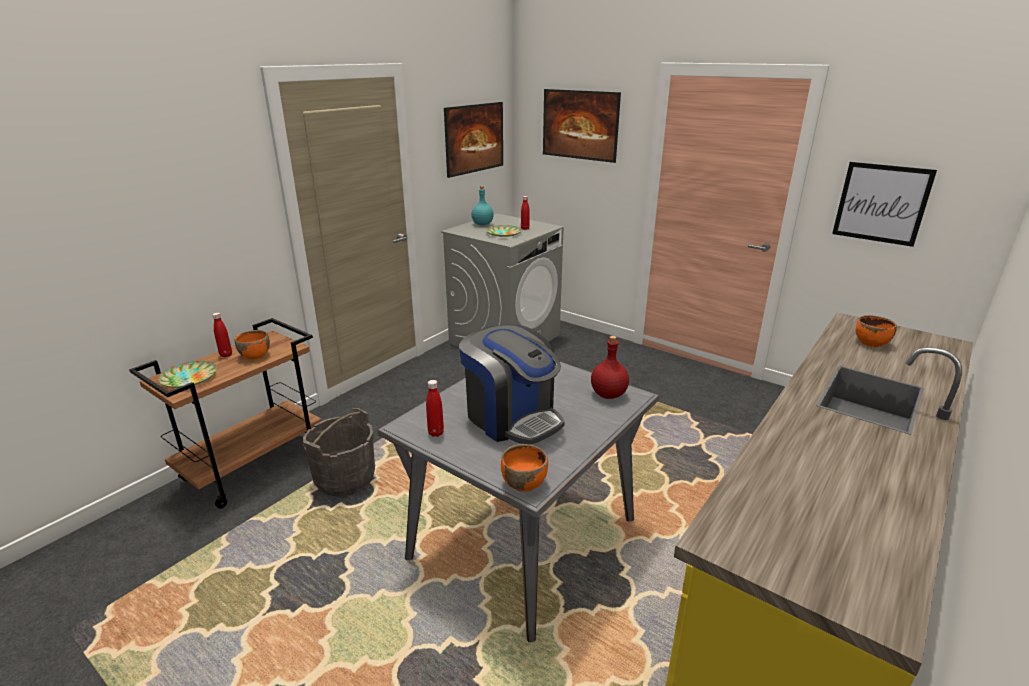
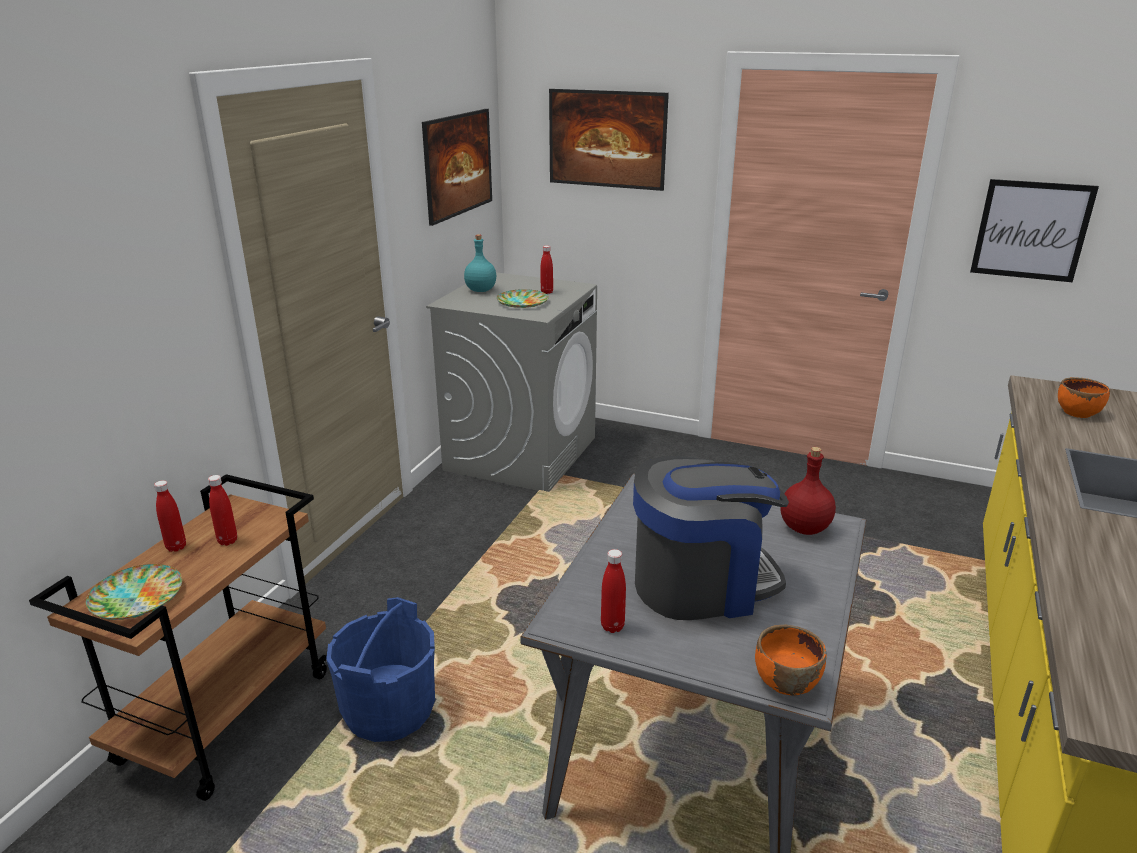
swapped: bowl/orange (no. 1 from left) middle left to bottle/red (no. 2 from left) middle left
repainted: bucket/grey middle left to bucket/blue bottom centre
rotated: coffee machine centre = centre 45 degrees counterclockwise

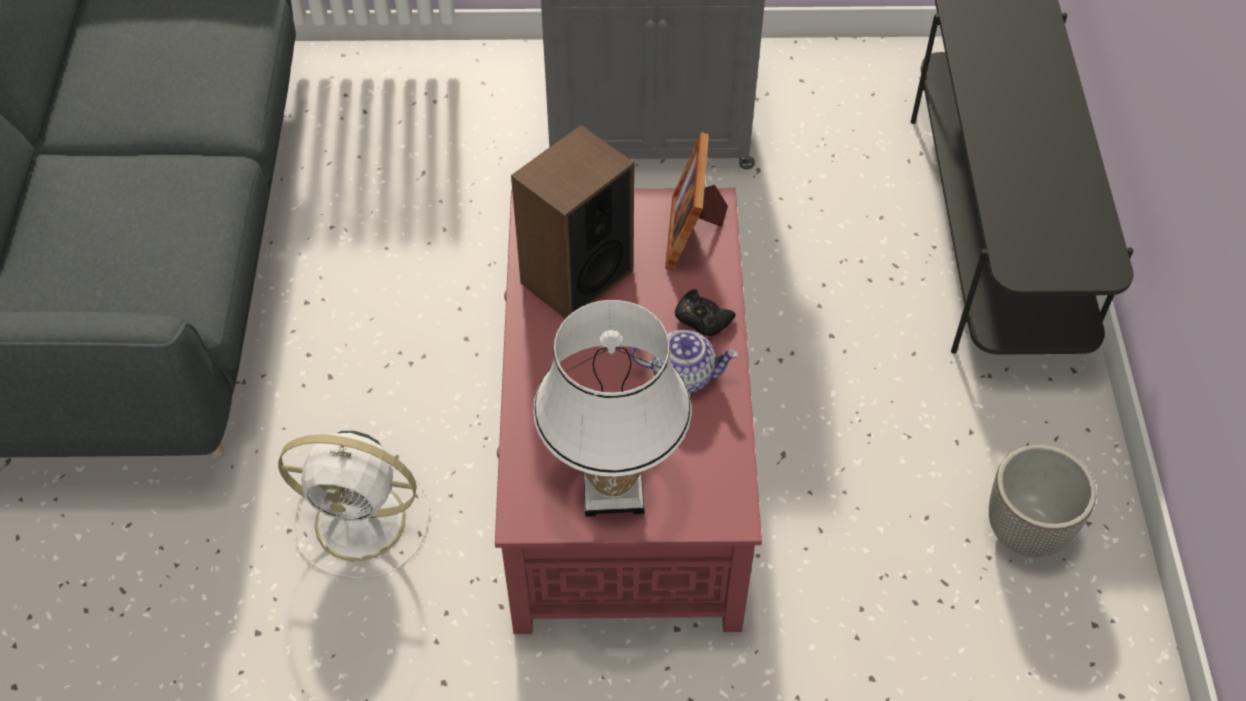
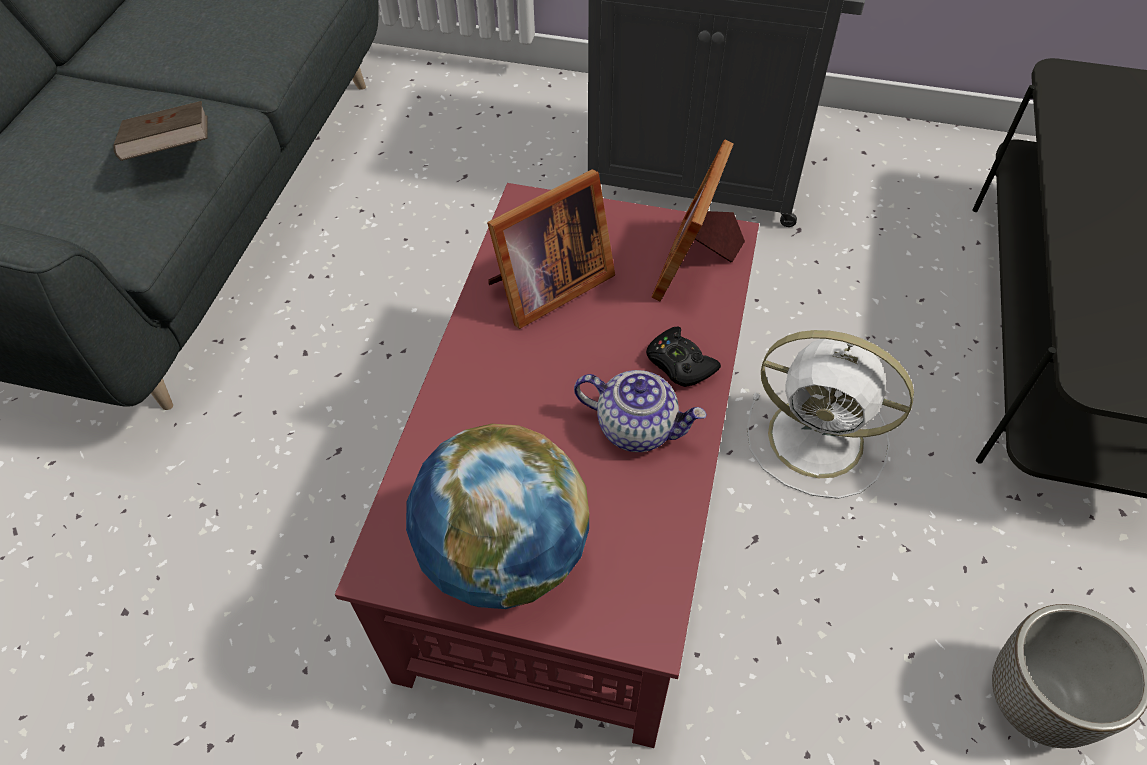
new: book/brown top left
shifted: fan/white bottom left to middle right
swapped: speaker top centre to picture frame (no. 1 from left) top centre; table lamp/white centre to globe bottom centre

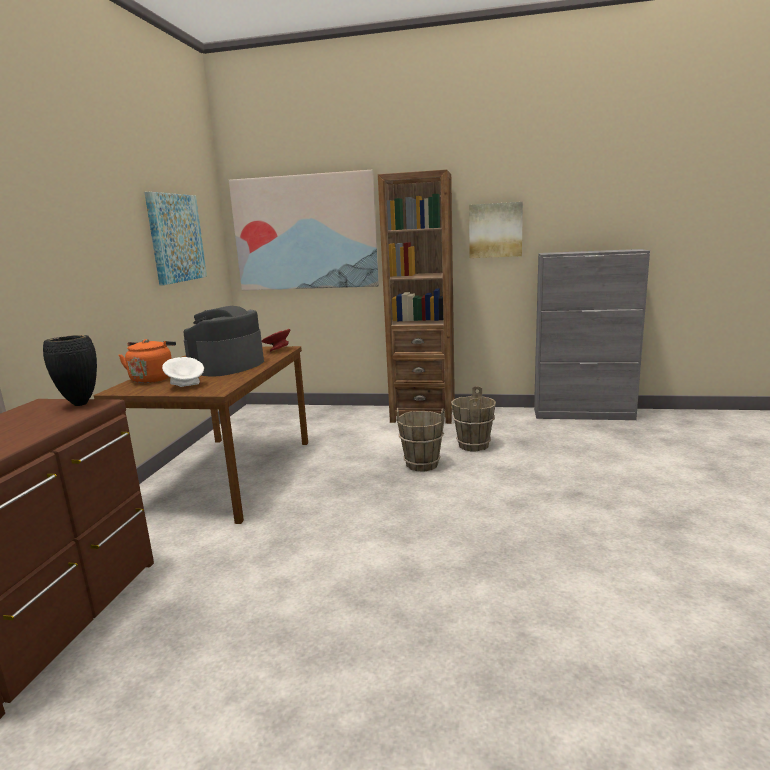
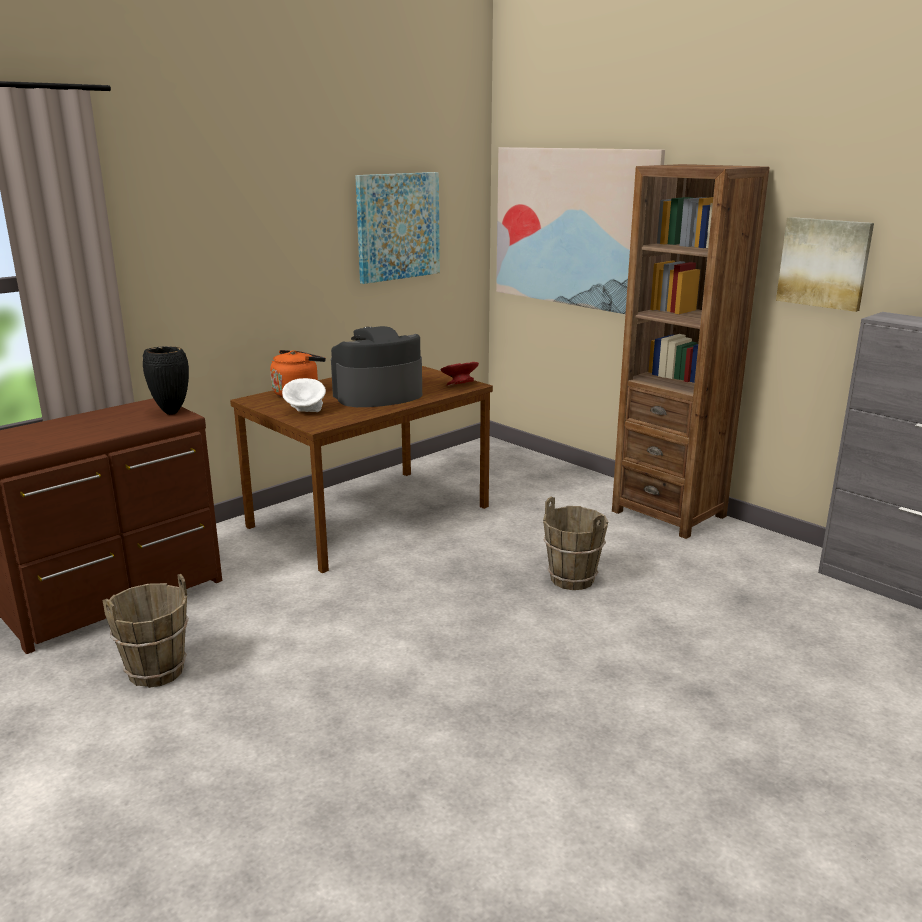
shifted: bucket/brown (no. 2 from left in the first image) centre to bucket/brown (no. 1 from left) bottom left

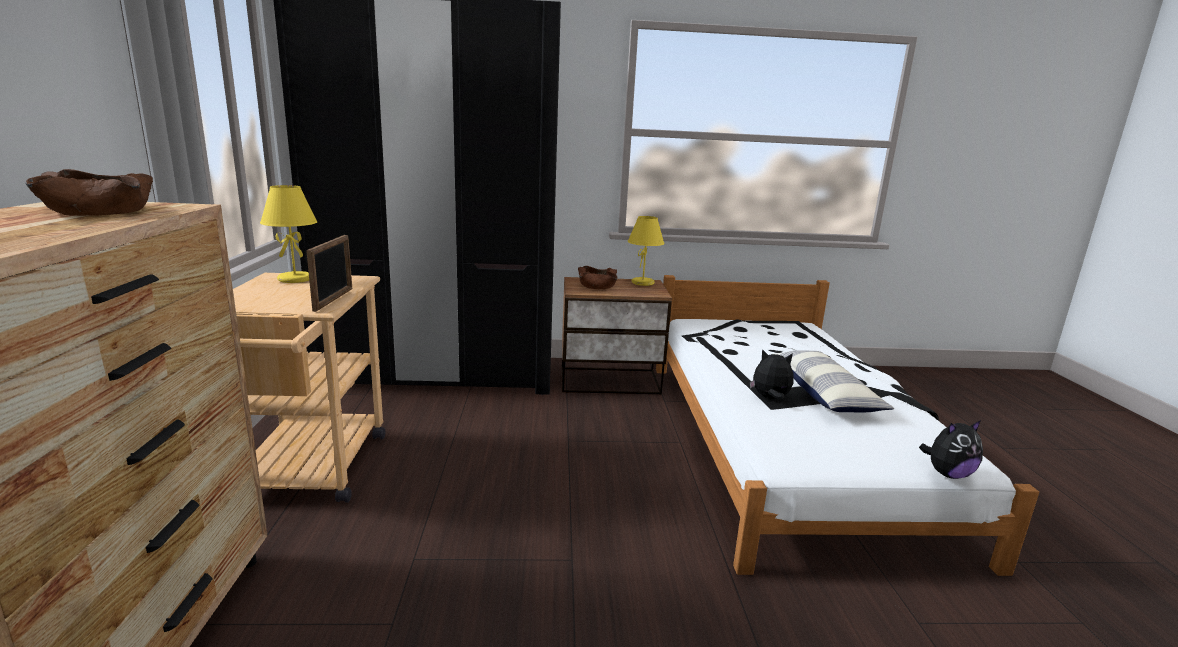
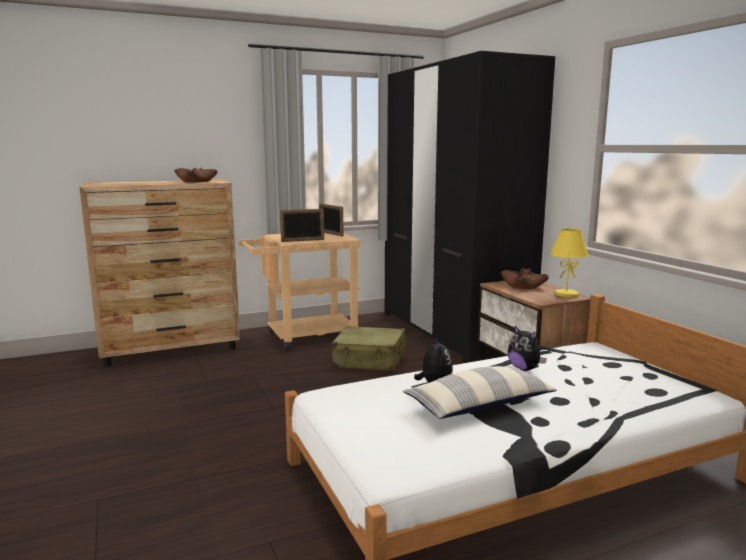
new: suitcase/beige centre
shifted: plush toy (no. 2 from left) bottom right to middle right
swapped: table lamp/yellow (no. 1 from left) middle left to picture frame (no. 2 from left) centre

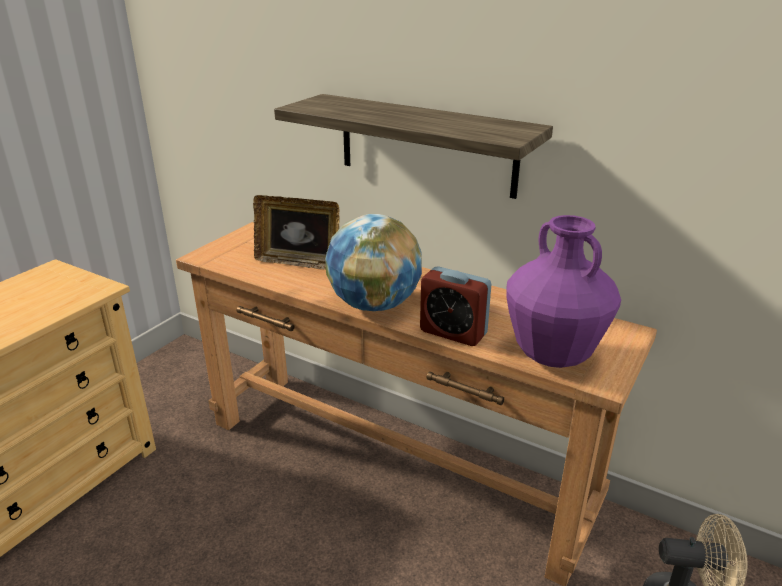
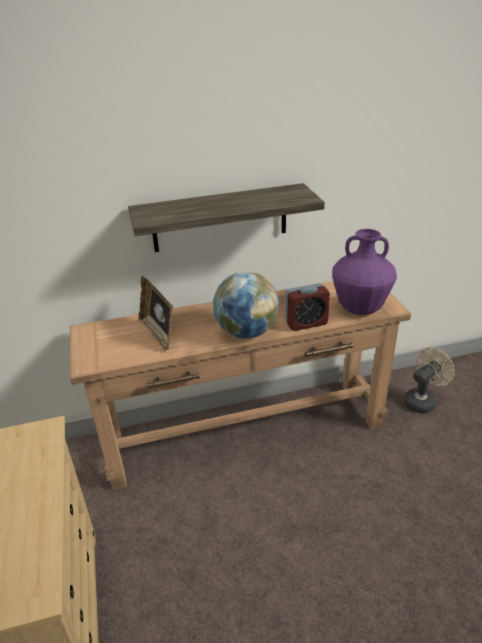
rotated: picture frame centre = middle left 90 degrees clockwise

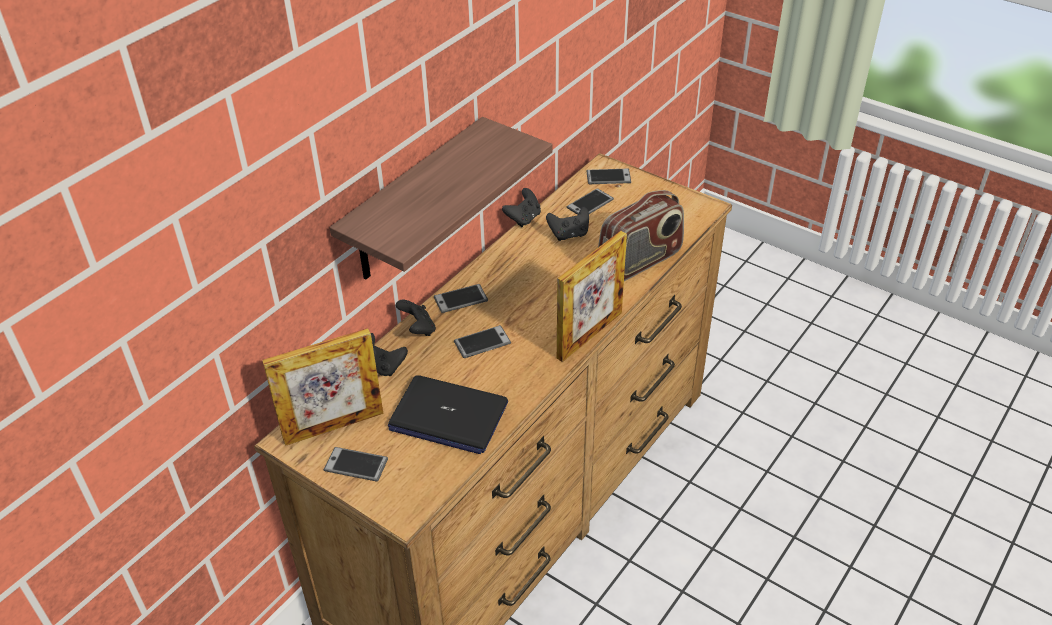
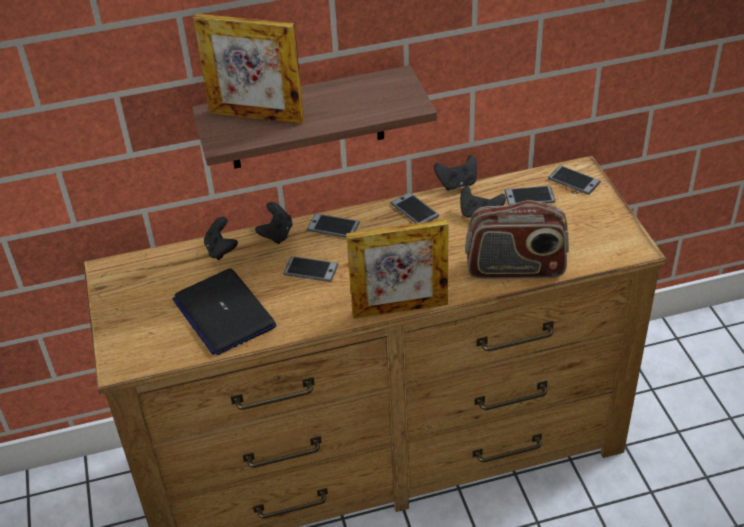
shifted: picture frame (no. 1 from left) middle left to top centre; phone (no. 1 from left in the first image) bottom centre to phone (no. 3 from left) centre

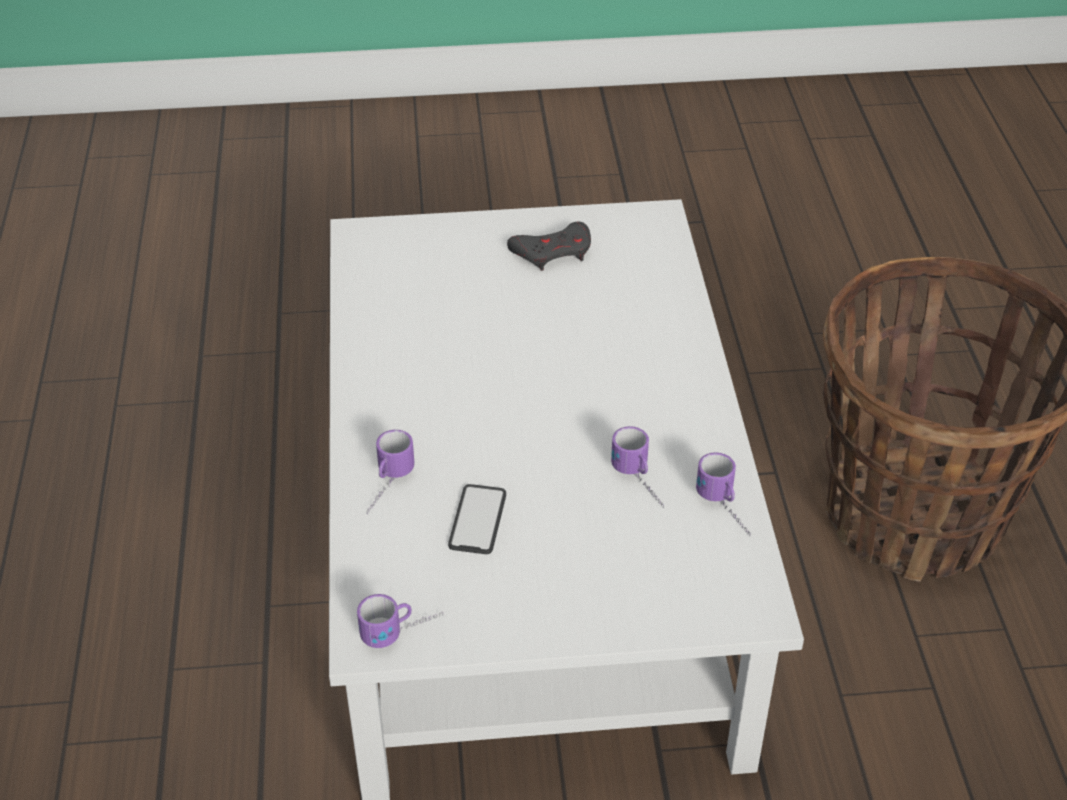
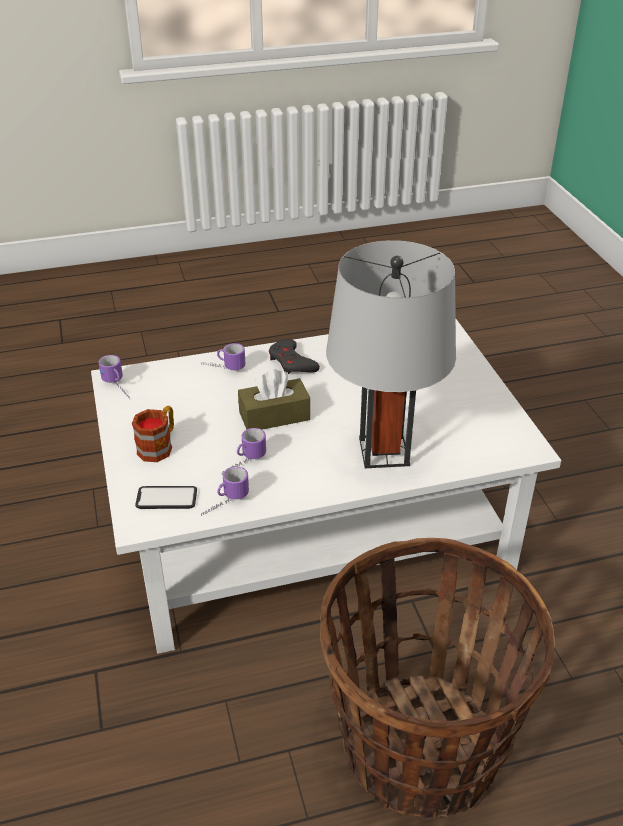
new: mug (no. 2 from left) middle left; tissue box/brown centre; table lamp/grey centre
shifted: phone centre to middle left; game controller/grey top centre to centre

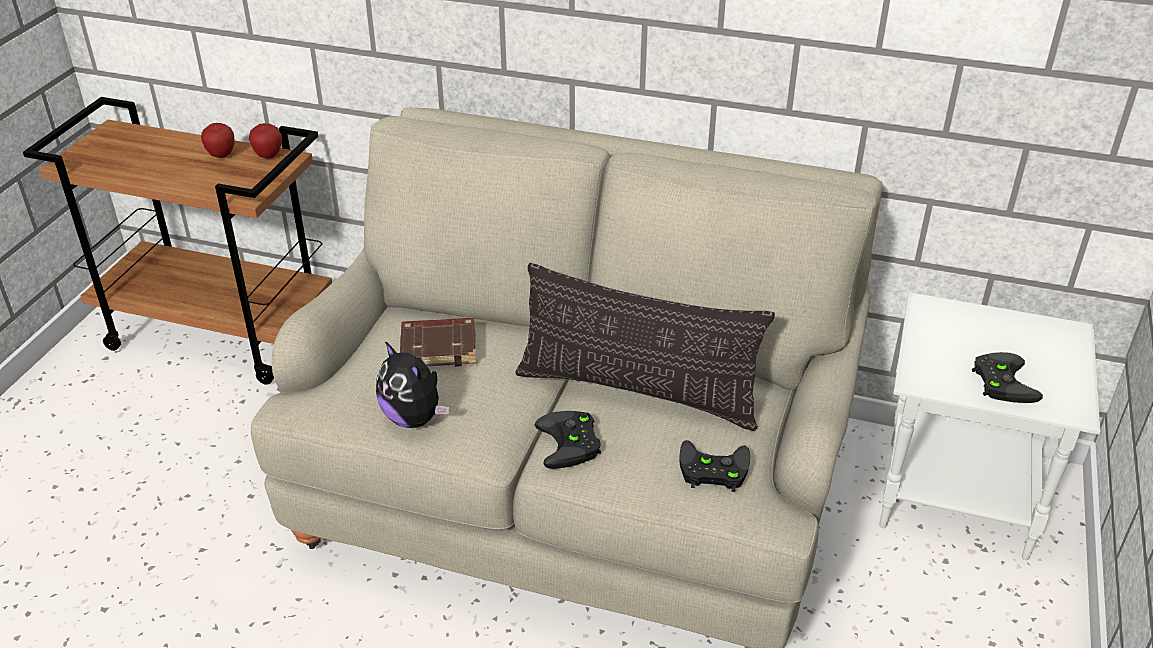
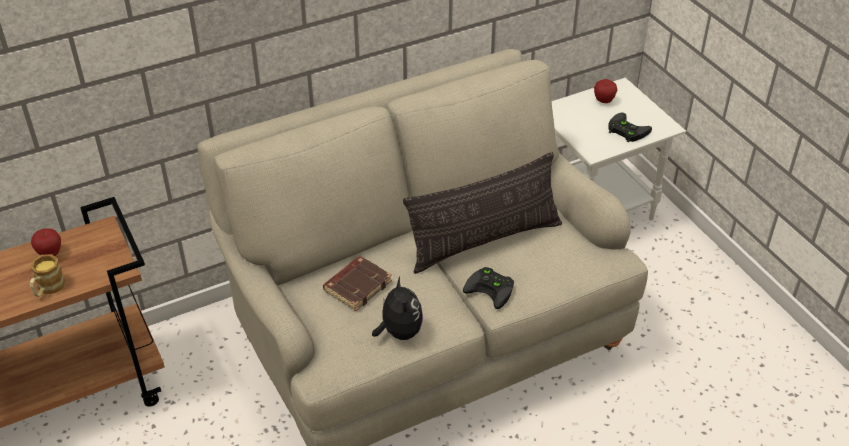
gone: game controller/black (no. 2 from left) bottom centre
new: mug middle left
shifted: apple (no. 2 from left) top left to top right
rotated: plush toy centre = bottom centre 105 degrees counterclockwise

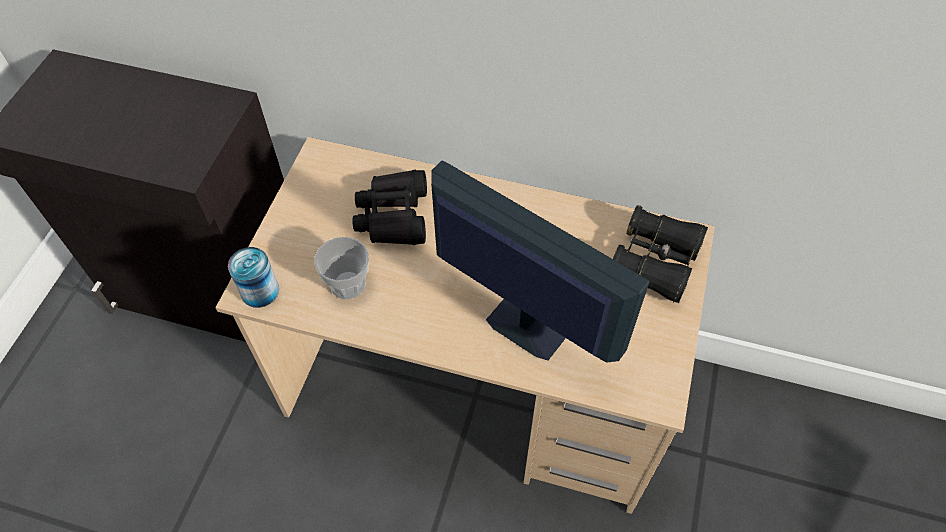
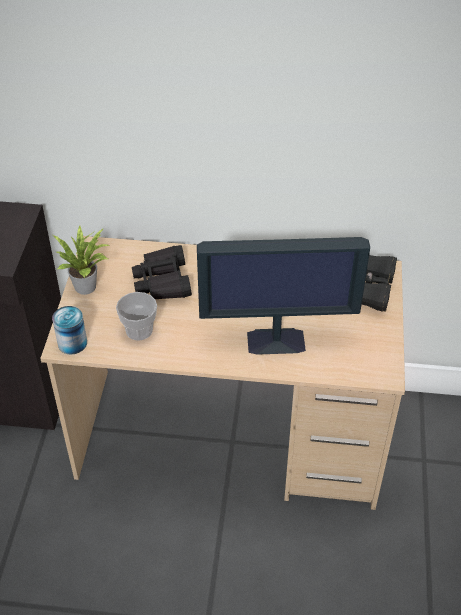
new: potted plant middle left
rotated: monitor centre = centre 150 degrees clockwise

